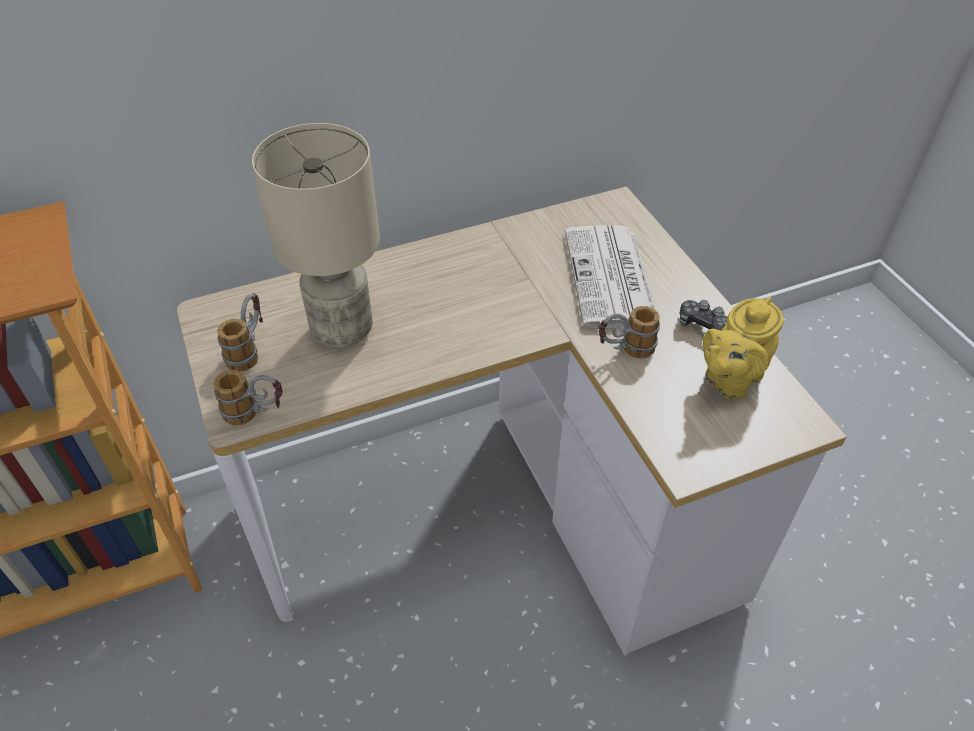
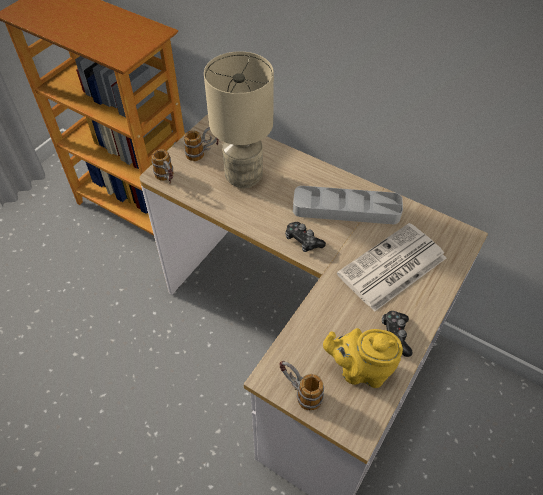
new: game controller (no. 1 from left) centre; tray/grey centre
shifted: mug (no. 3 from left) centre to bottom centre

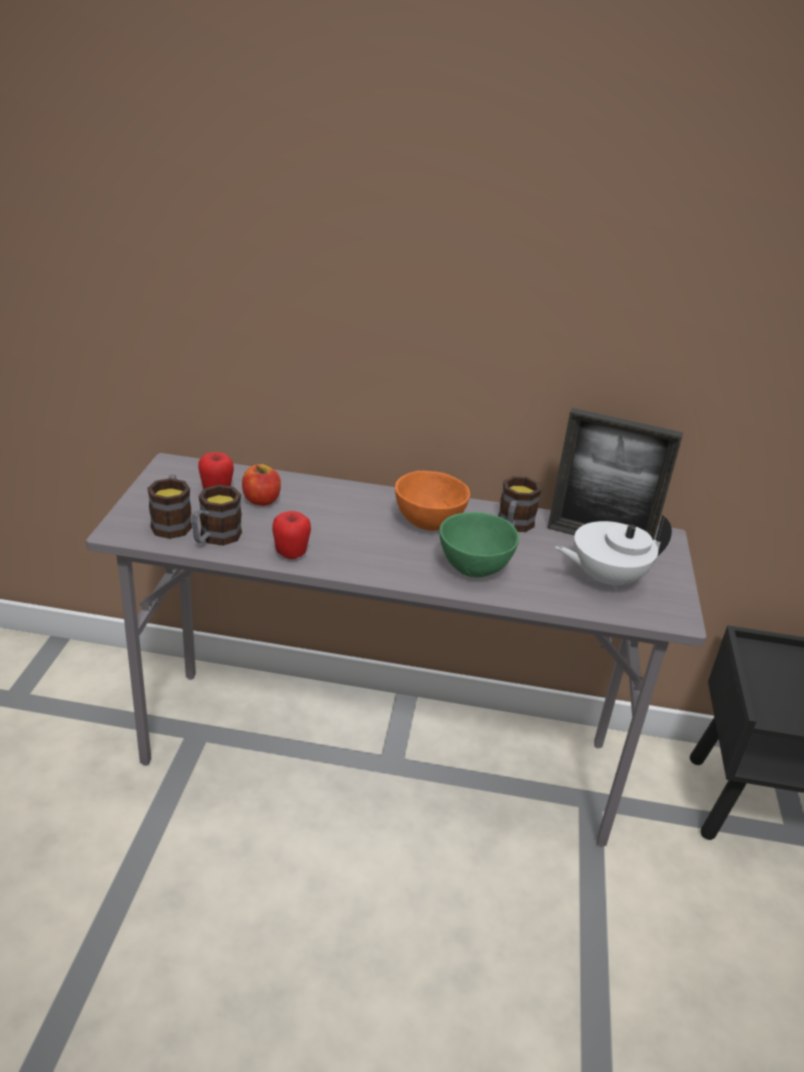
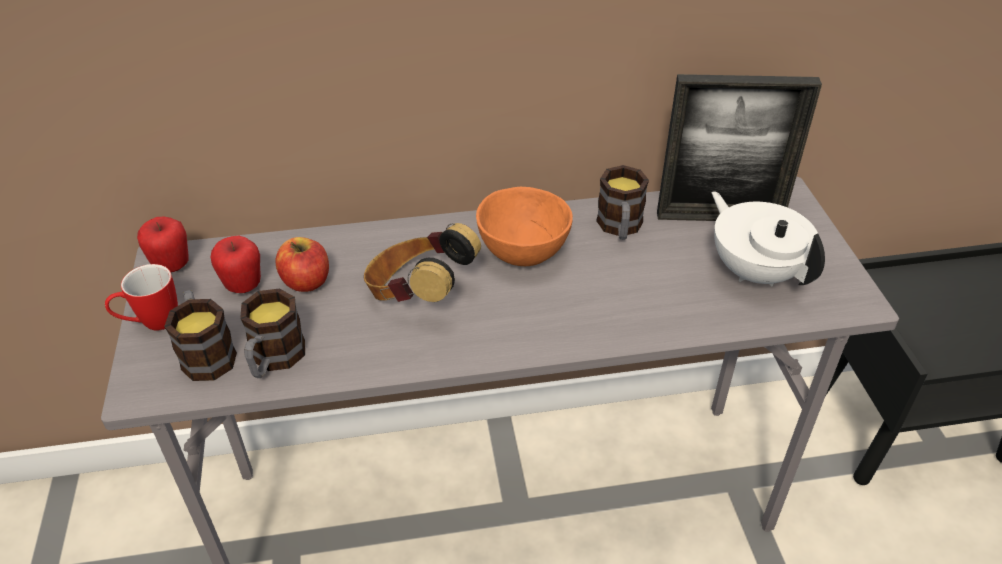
gone: bowl/green centre
new: mug (no. 1 from left) middle left; headphones centre
shifted: apple (no. 3 from left in the first image) centre to apple (no. 1 from left) middle left
rotated: teapot/white middle right = middle right 90 degrees clockwise

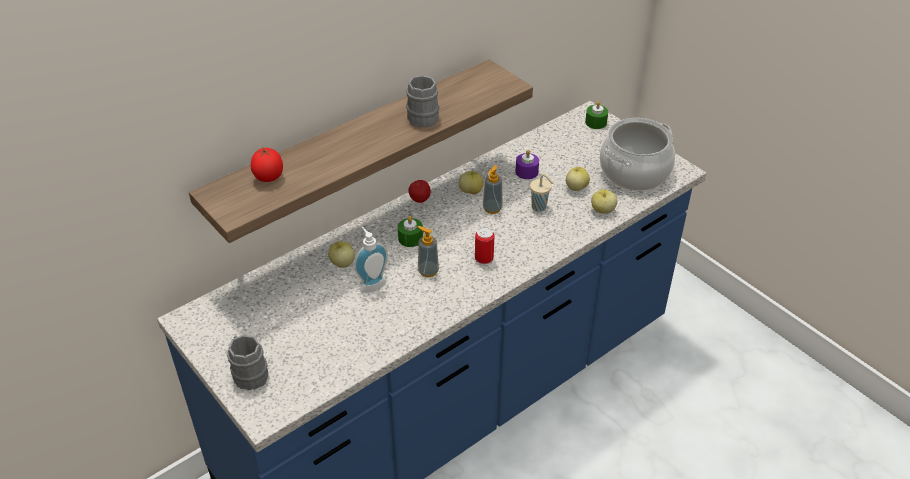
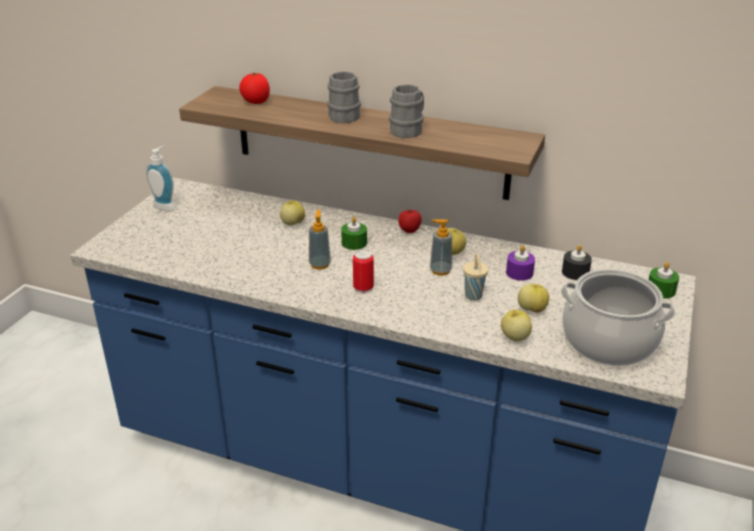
new: candle/black middle right
shifted: mug/grey (no. 1 from left) bottom left to top centre; soap dispenser (no. 1 from left) centre to middle left

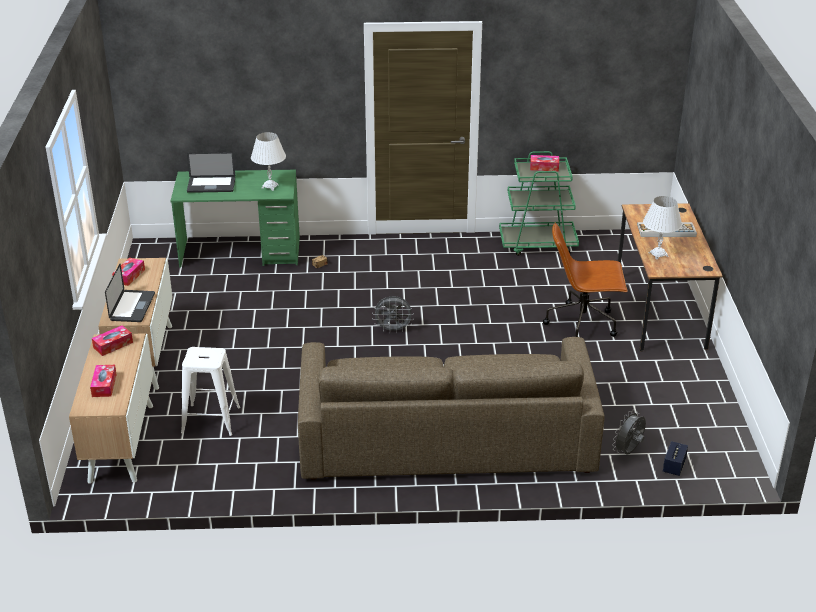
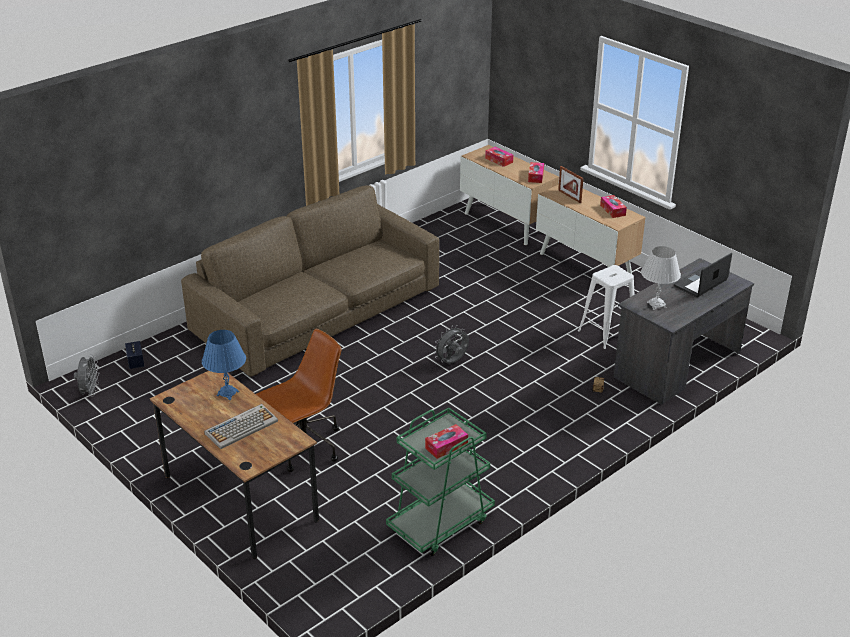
shifted: stool/white middle left to middle right; fan/grey (no. 2 from left in the first image) bottom right to fan/grey (no. 1 from left) middle left
swapped: laptop (no. 1 from left) middle left to picture frame top right
repainted: desk/green middle left to desk/grey middle right; table lamp/white (no. 2 from left) middle right to table lamp/blue middle left

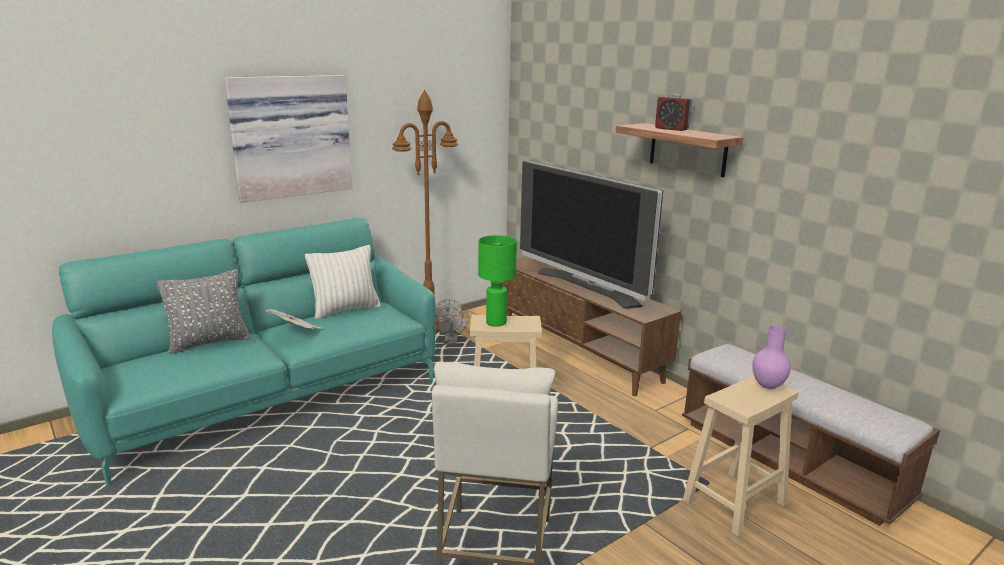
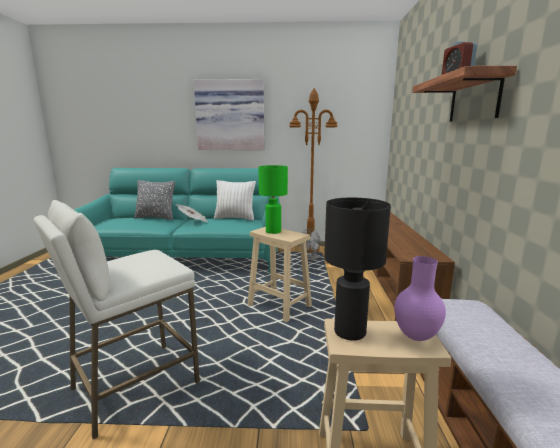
gone: television centre
new: table lamp/black centre

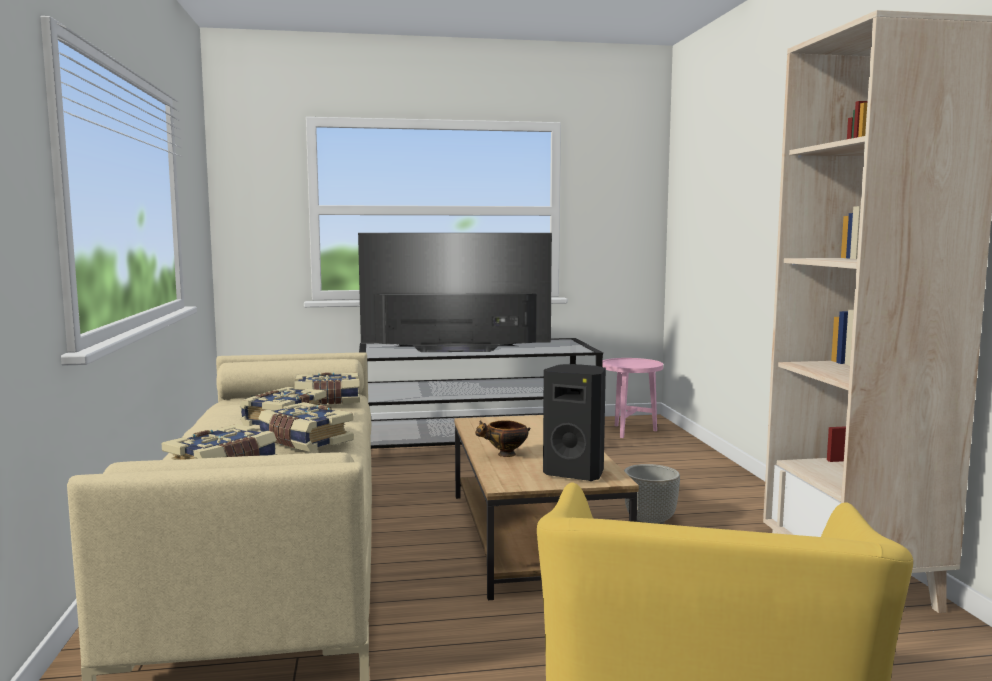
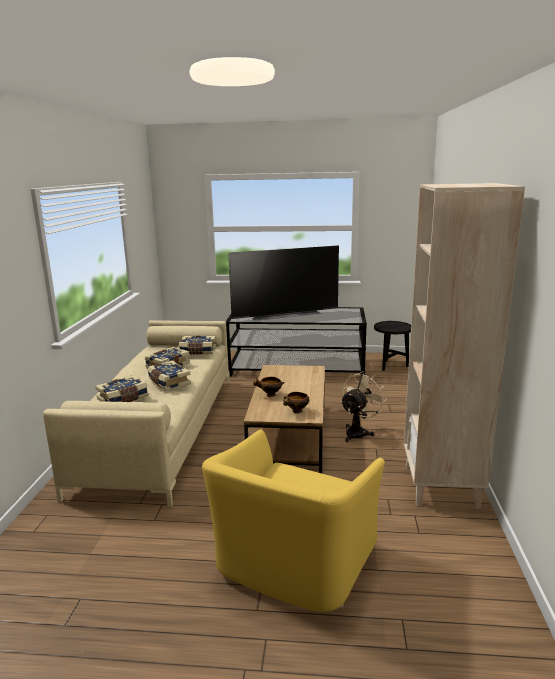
swapped: speaker/black centre to bowl (no. 2 from left) centre; planter/grey bottom centre to fan/beige centre
repainted: side table/pink centre to side table/black middle right
rotated: television centre = centre 150 degrees clockwise

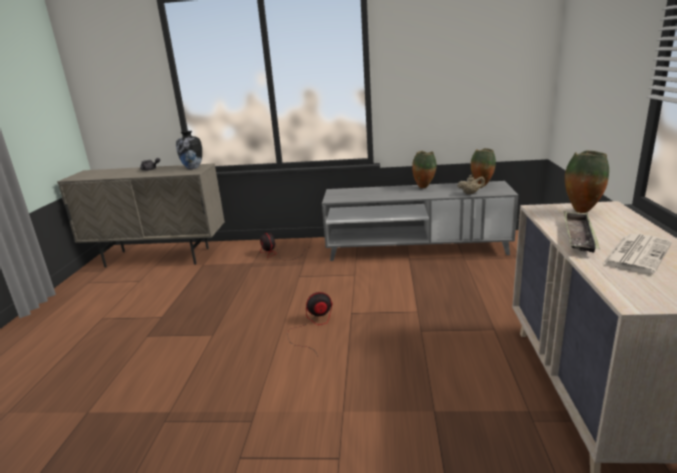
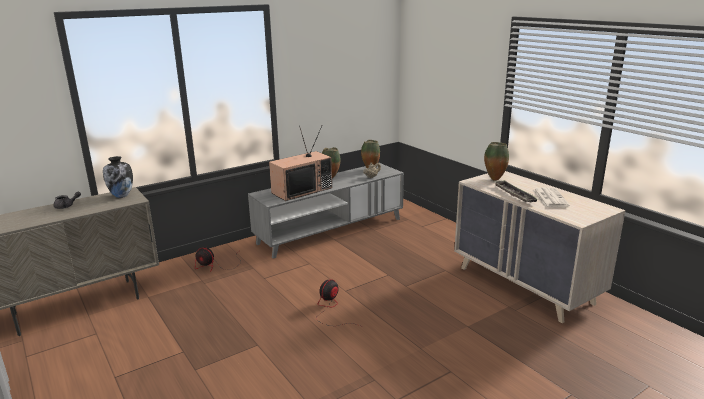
new: television centre

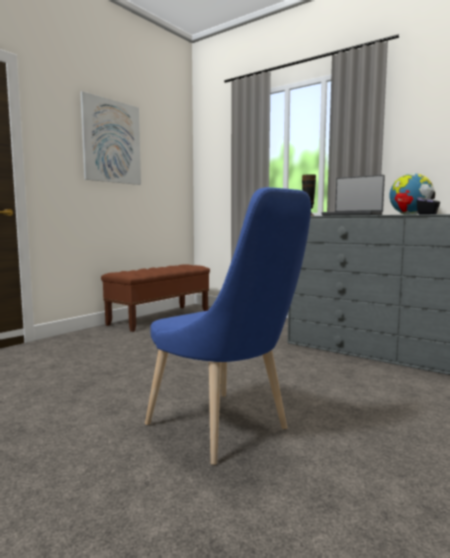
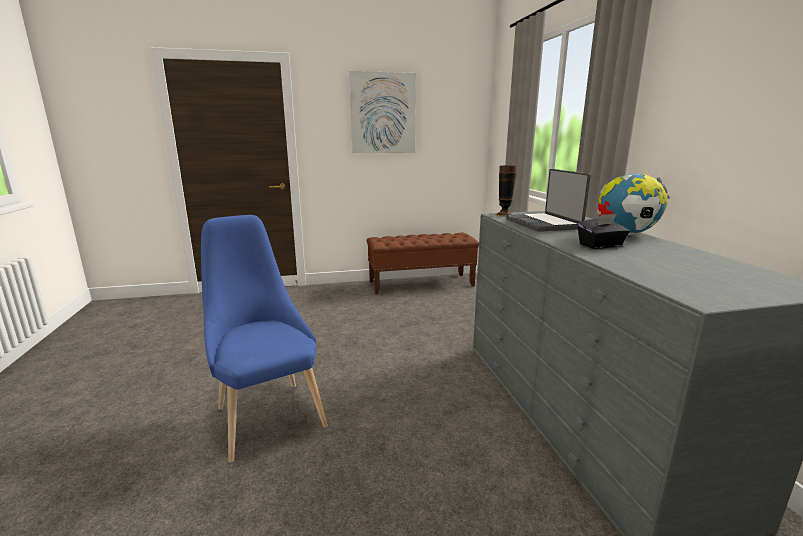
rotated: chair/blue centre = middle left 150 degrees clockwise

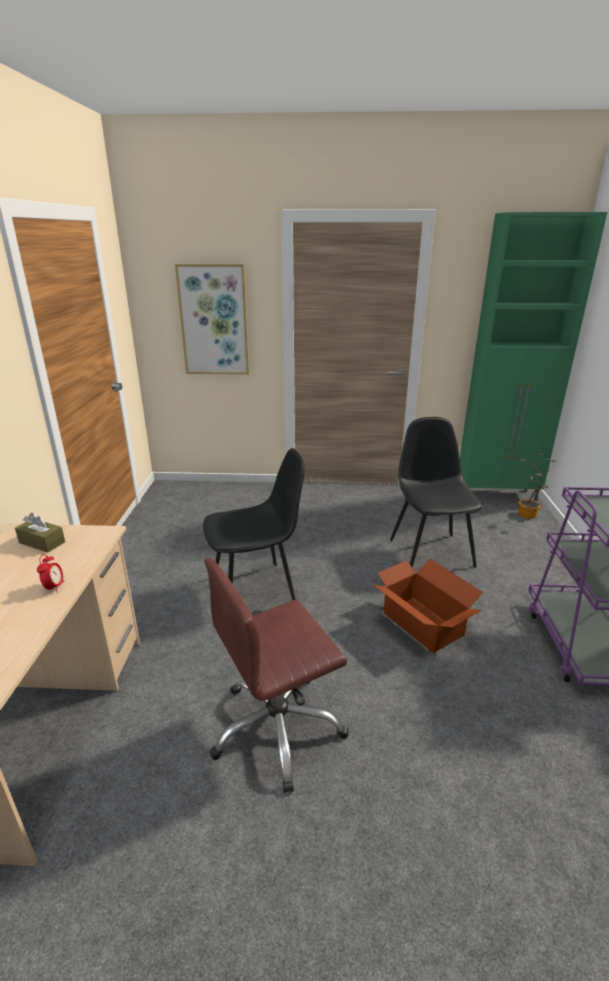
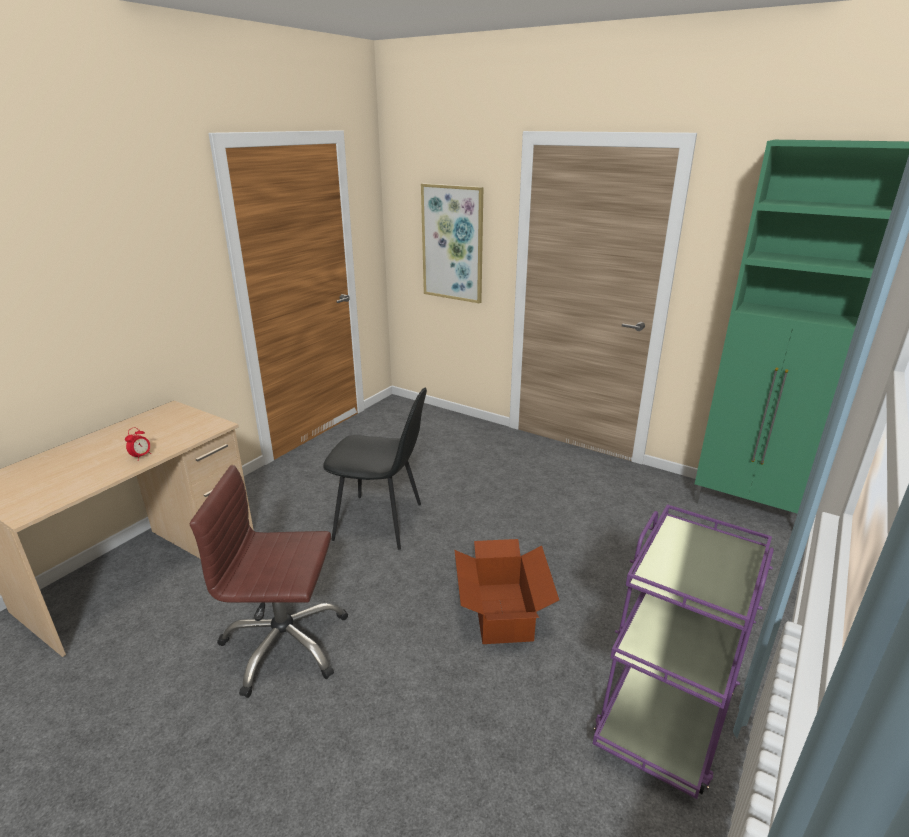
gone: tissue box/brown middle left; chair/black (no. 2 from left) middle right; potted plant middle right

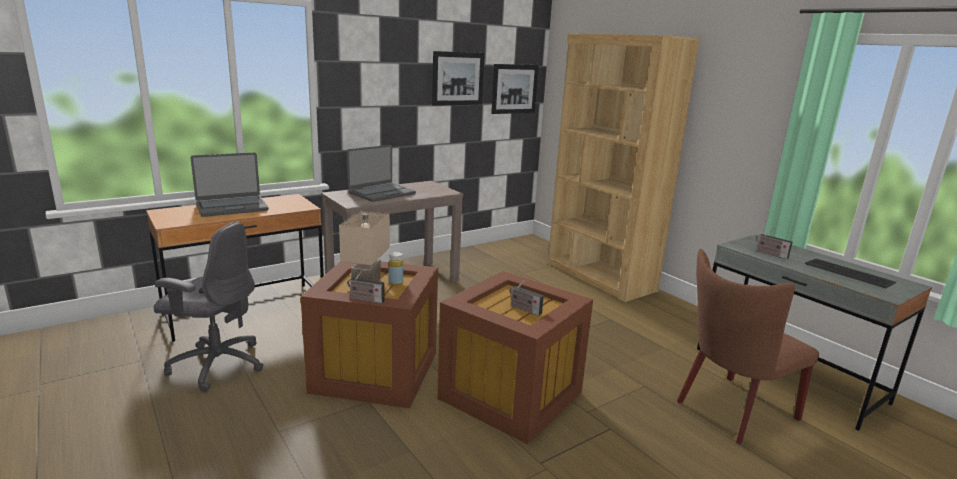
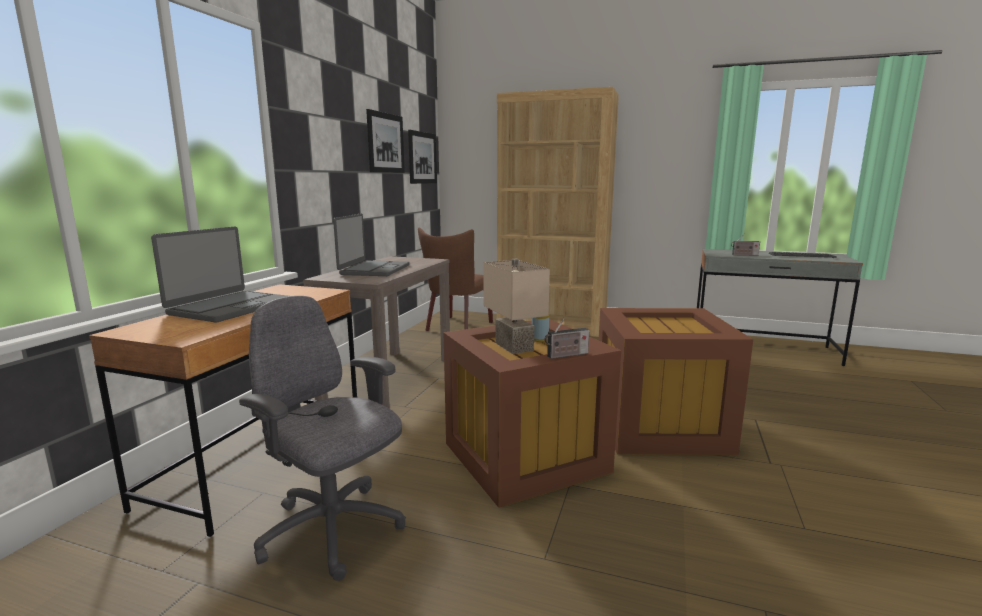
gone: radio (no. 2 from left) centre
shifted: chair/brown bottom right to centre
rotated: office chair/grey middle left = bottom left 120 degrees counterclockwise

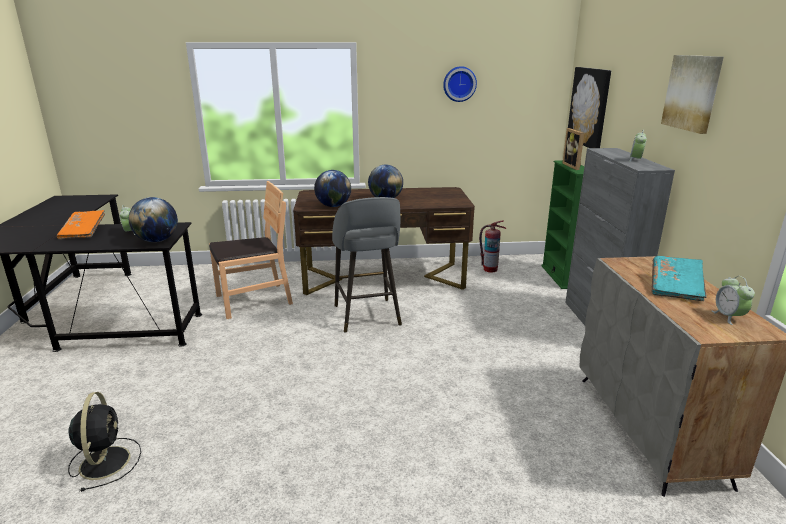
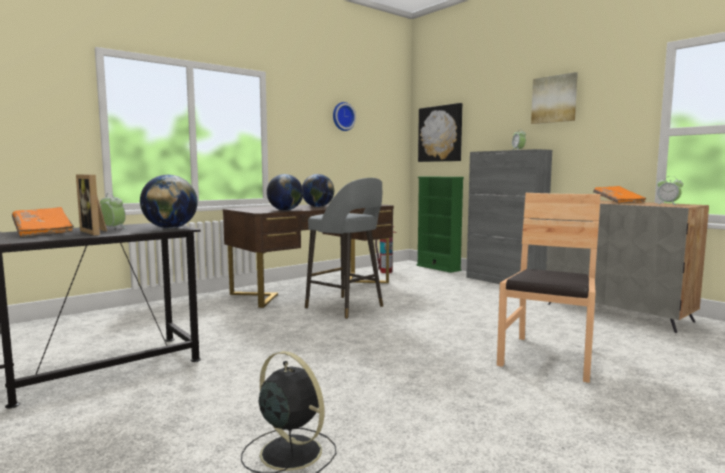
shifted: chair/brown middle left to middle right; picture frame top right to middle left
repainted: book/turquoise middle right to book/orange (no. 2 from left) middle right

